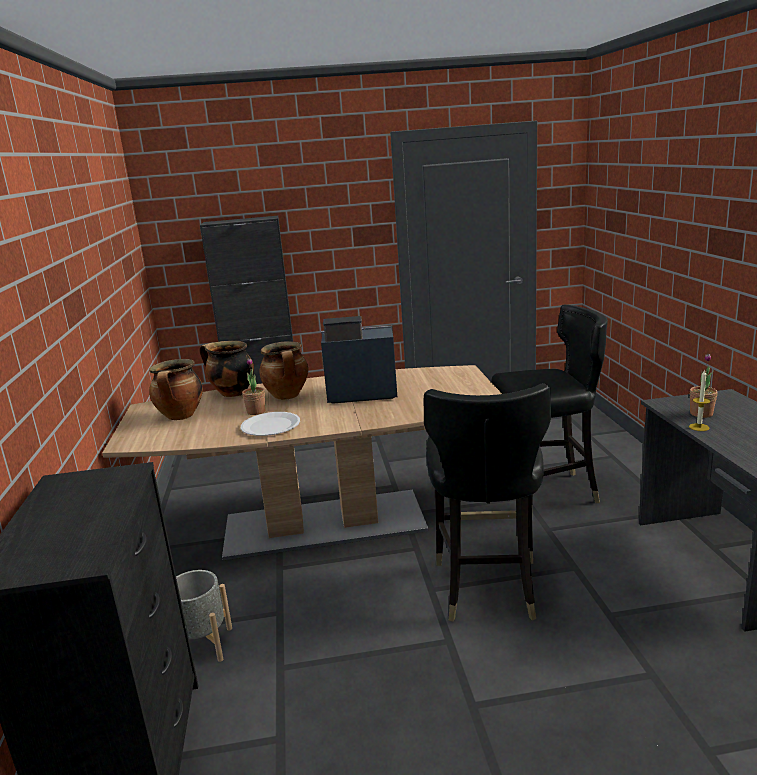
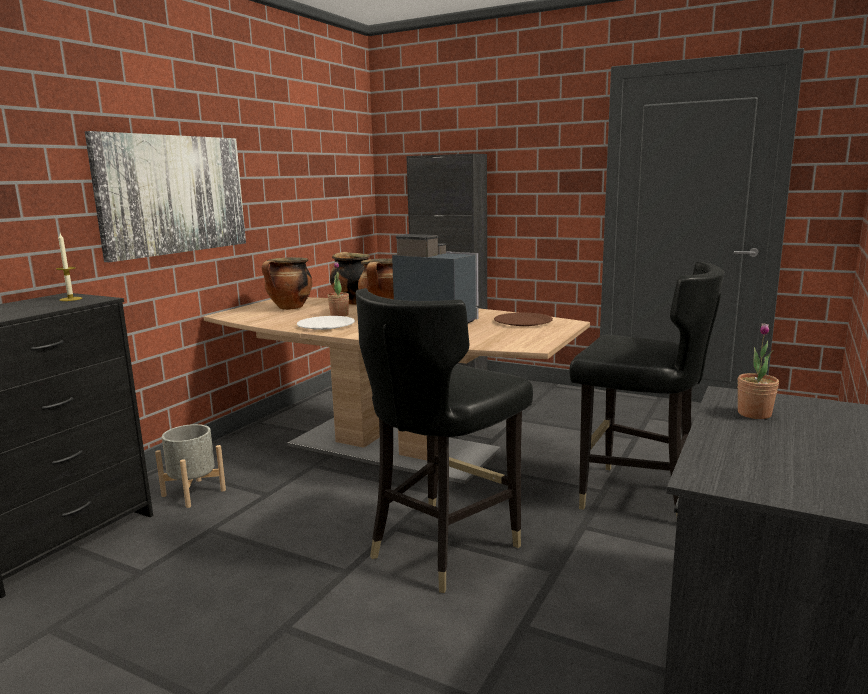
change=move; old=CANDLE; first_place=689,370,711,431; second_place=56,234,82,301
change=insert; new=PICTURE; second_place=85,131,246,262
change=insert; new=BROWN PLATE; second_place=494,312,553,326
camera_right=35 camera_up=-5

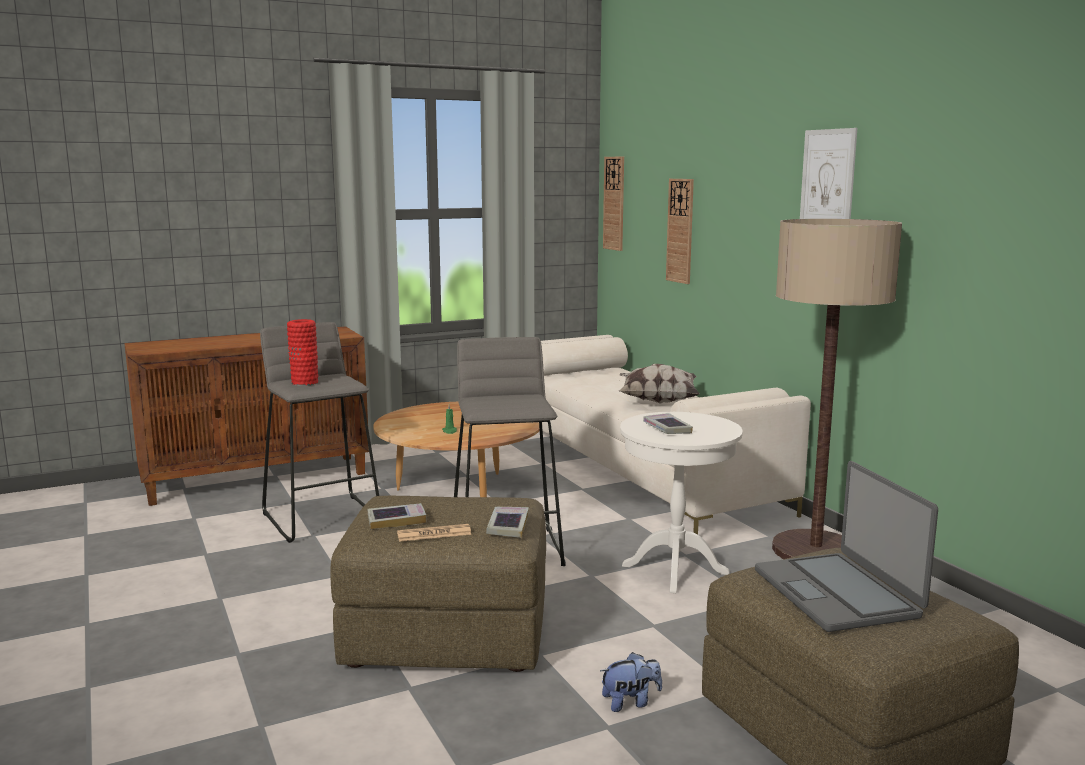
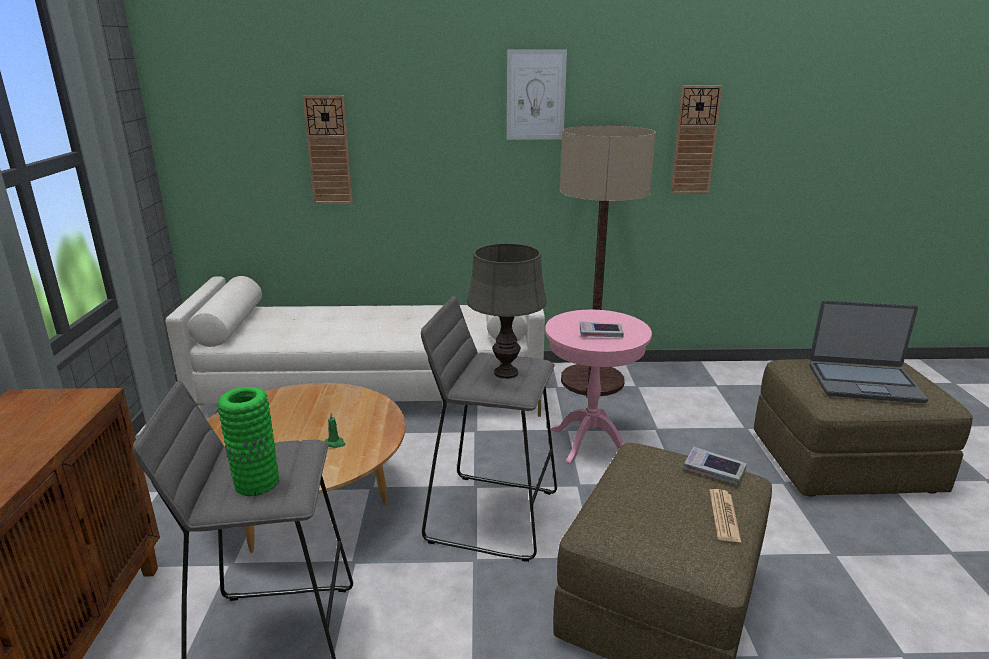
change=recolor; old=RED VASE; new=GREEN VASE; first_place=287,319,318,386; second_place=217,387,279,496
change=delete; old=BOOK; first_place=368,503,426,529
change=delete; old=PLUSH TOY; first_place=600,652,662,712
change=move; old=WALL CLOCK; first_place=603,156,624,251; second_place=671,85,723,194
change=delete; old=PILLOW; first_place=619,364,700,404
change=recolor; old=WHITE SIDE TABLE; new=PINK SIDE TABLE; first_place=620,412,743,593; second_place=545,310,652,464
change=insert; new=GREY TABLE LAMP; second_place=467,243,547,379
camera_right=-65 camera_up=10

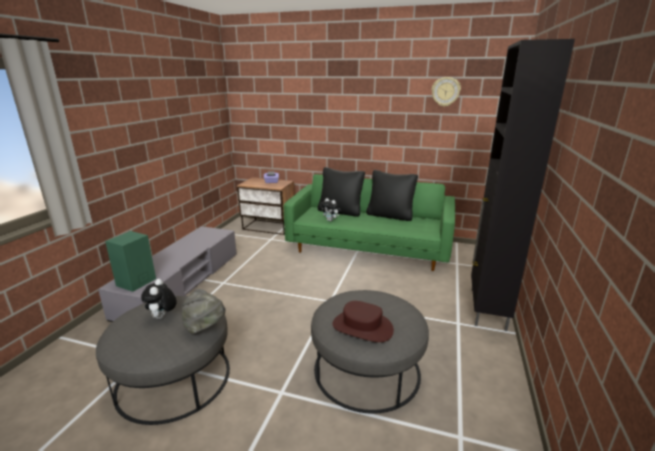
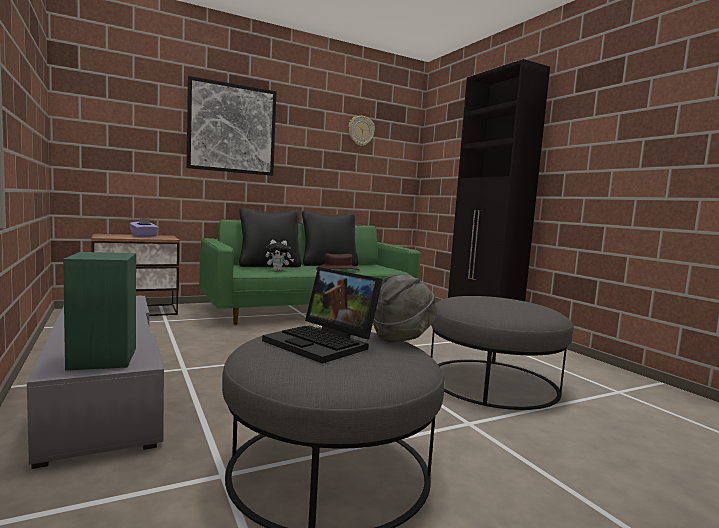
change=replace; old=PLUSH TOY; new=LAPTOP; first_place=141,279,177,319; second_place=262,267,383,364
change=move; old=BROWN HAT; first_place=332,301,394,342; second_place=316,253,360,270
change=insert; new=PICTURE; second_place=187,76,276,176
camera_right=-45 camera_up=-15

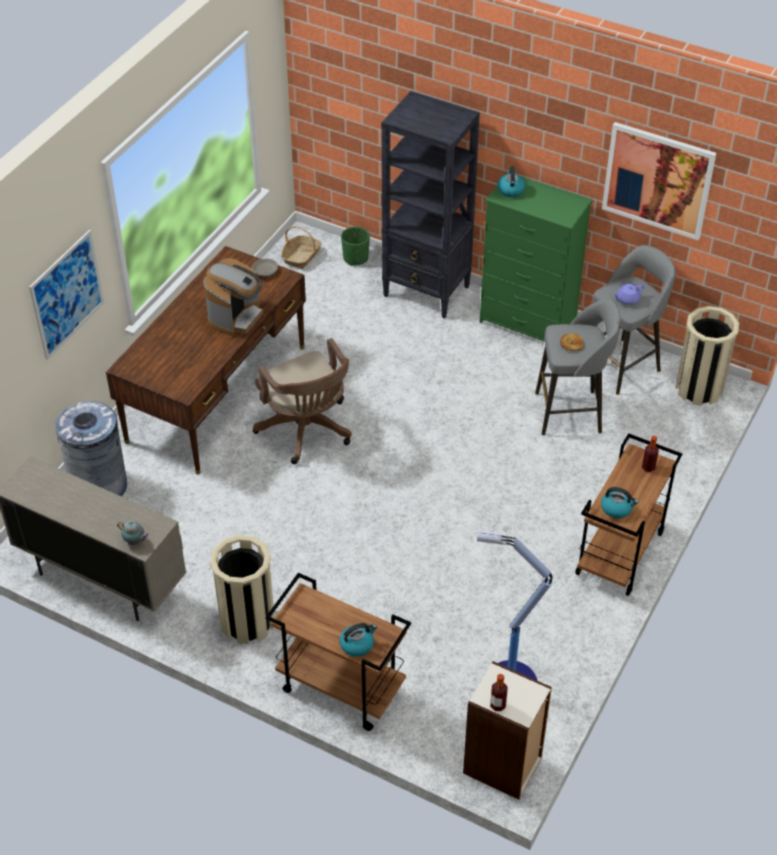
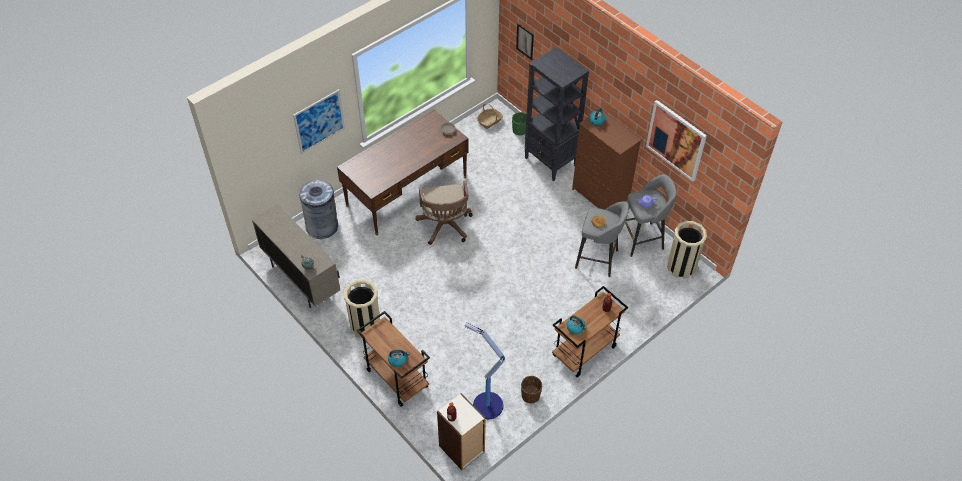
change=delete; old=COFFEE MACHINE; first_place=203,258,264,336
change=recolor; old=GREEN DRESSER; new=BROWN DRESSER; first_place=479,172,593,342; second_place=572,109,642,210
change=insert; new=PICTURE; second_place=516,23,534,60
change=insert; new=BROWN PLANTER; second_place=521,376,542,403
camera_right=20 camera_up=5

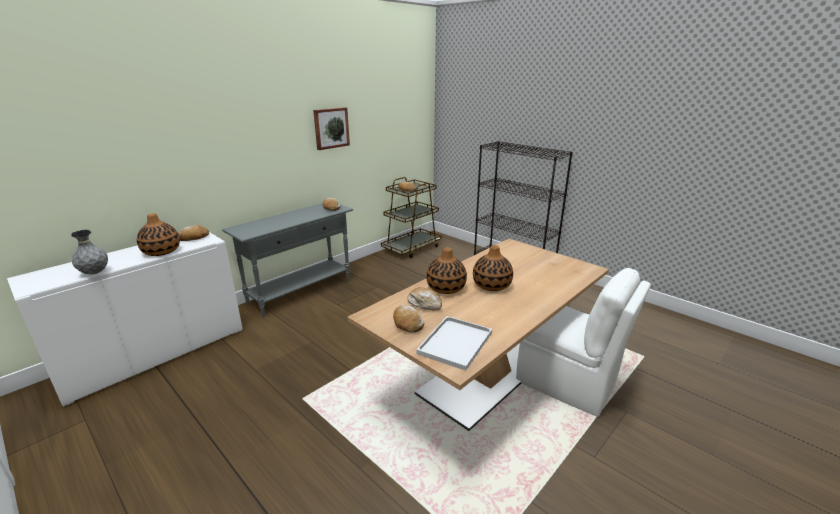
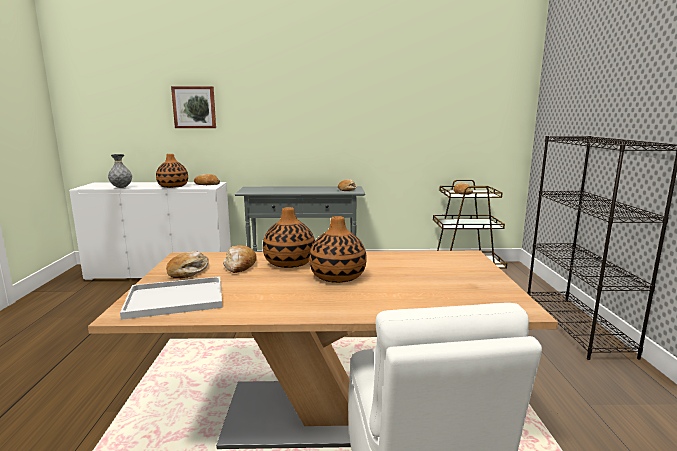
change=move; old=PICTURE; first_place=313,107,350,150; second_place=171,86,216,128
camera_right=45 camera_up=-10

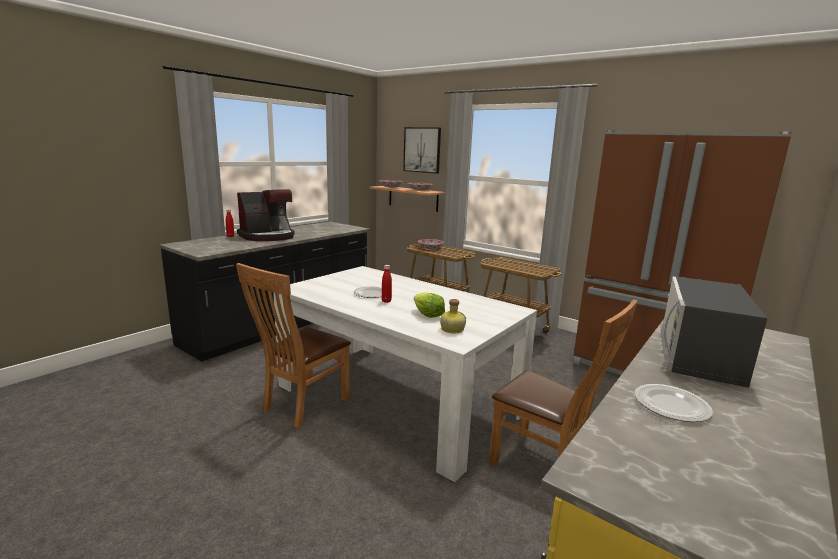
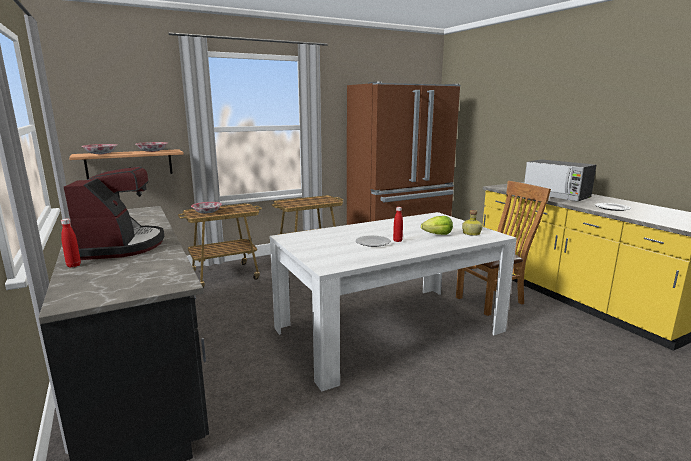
change=delete; old=BROWN CHAIR; first_place=236,263,351,428
change=delete; old=PICTURE; first_place=403,127,441,174
camera_right=-65 camera_up=0

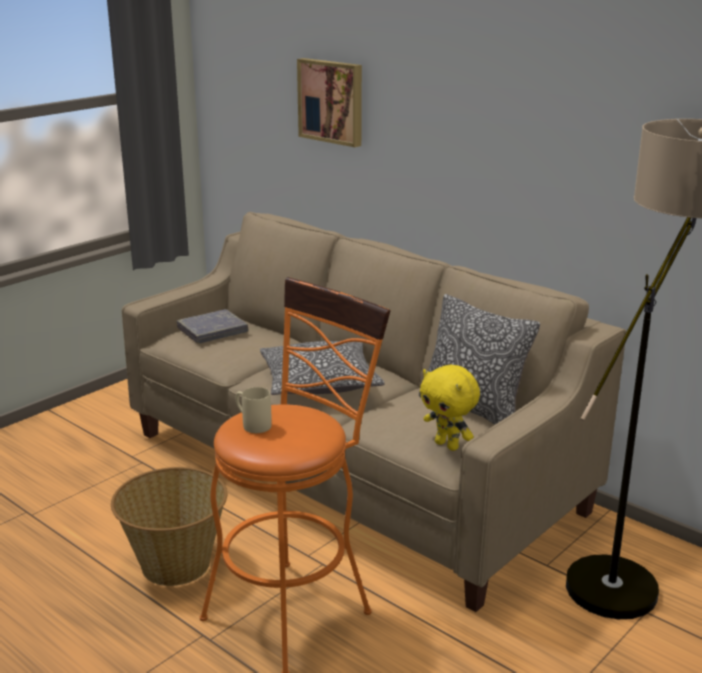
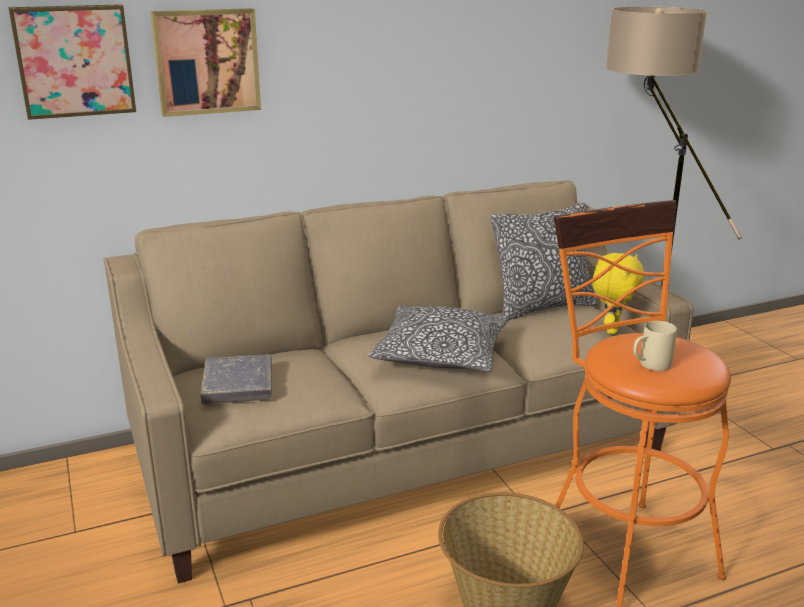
change=rotate; old=YELLOW PLUSH TOY; first_place=420,365,480,451; second_place=592,253,644,334; degrees=-45
change=insert; new=PICTURE; second_place=9,4,136,120
camera_right=-65 camera_up=0

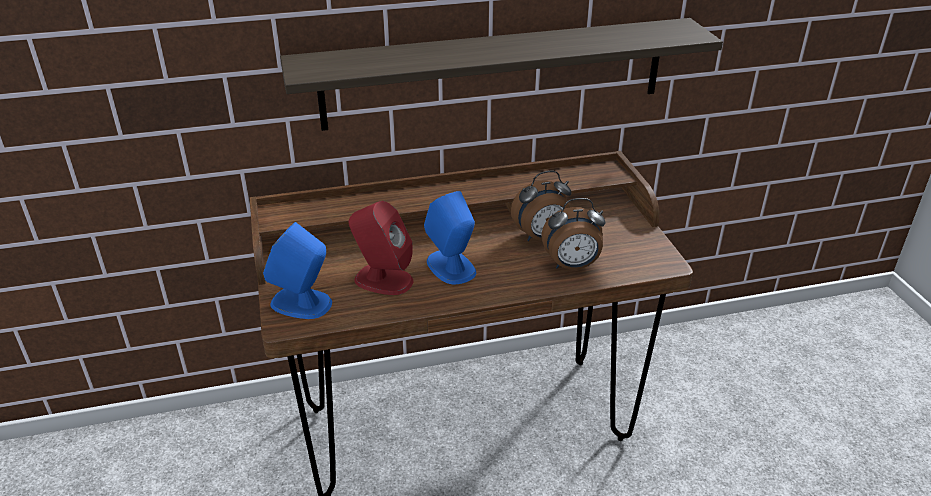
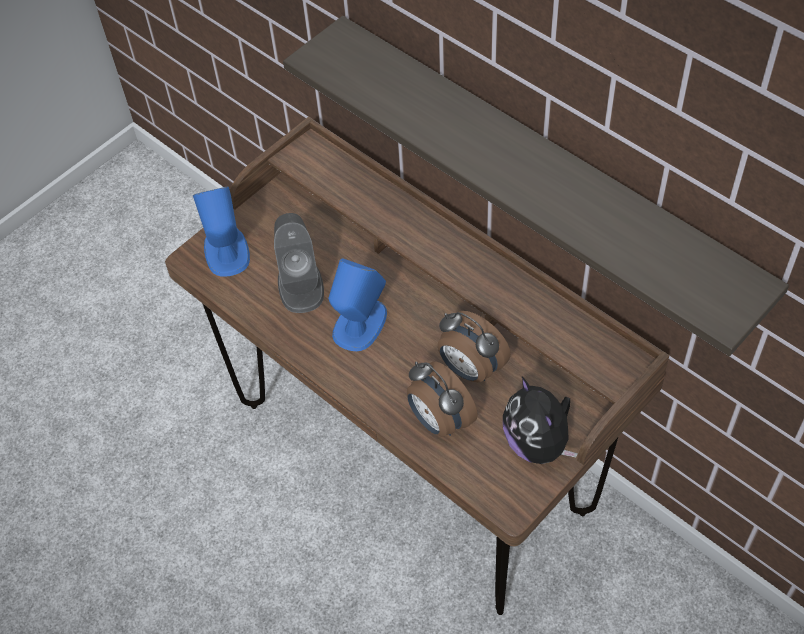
change=recolor; old=RED SPEAKER; new=GREY SPEAKER; first_place=348,201,413,295; second_place=274,213,324,313
change=insert; new=PLUSH TOY; second_place=503,377,578,464
camera_right=60 camera_up=20

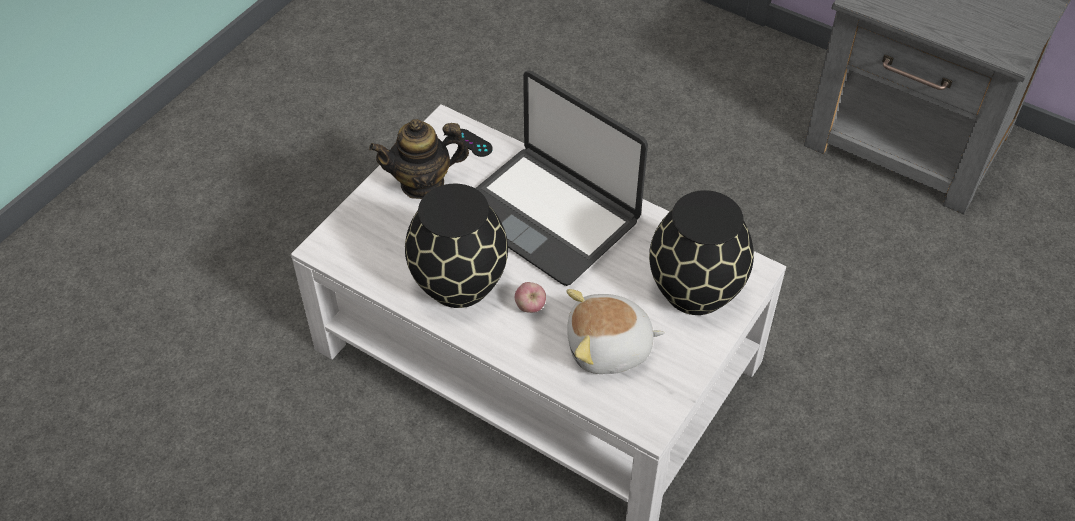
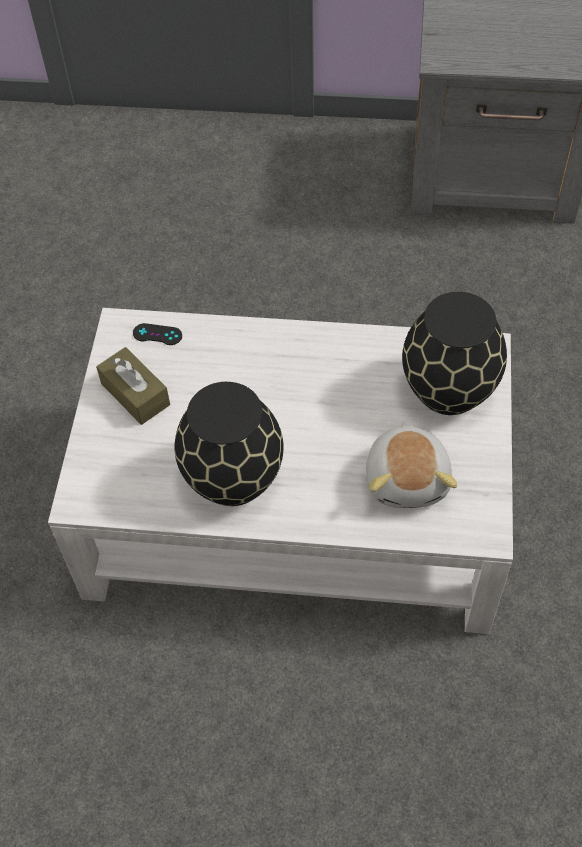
change=replace; old=TEAPOT; new=BROWN TISSUE BOX; first_place=369,119,469,199; second_place=96,347,170,425
change=delete; old=LAPTOP; first_place=475,70,648,286
change=delete; old=APPLE; first_place=515,282,546,313
change=rotate; old=PLUSH TOY; first_place=567,289,665,374; second_place=366,423,457,508; degrees=-60
camera_right=-25 camera_up=5

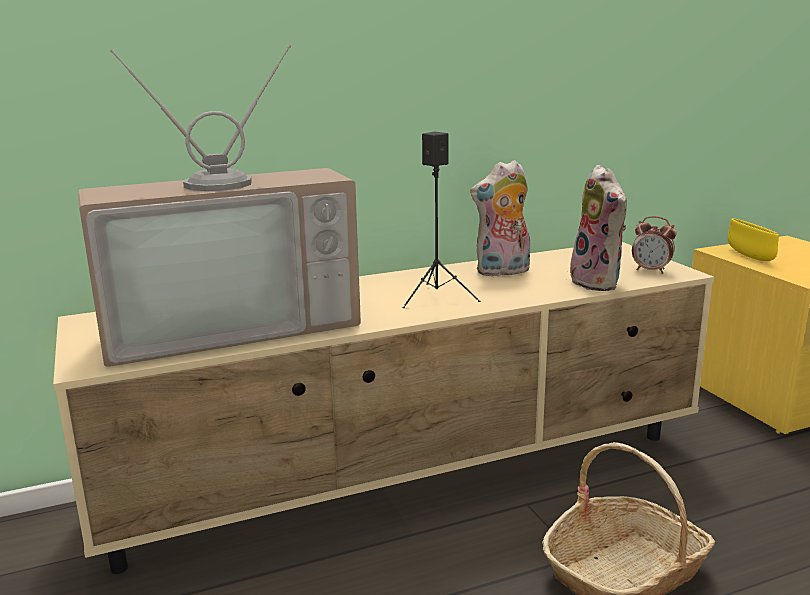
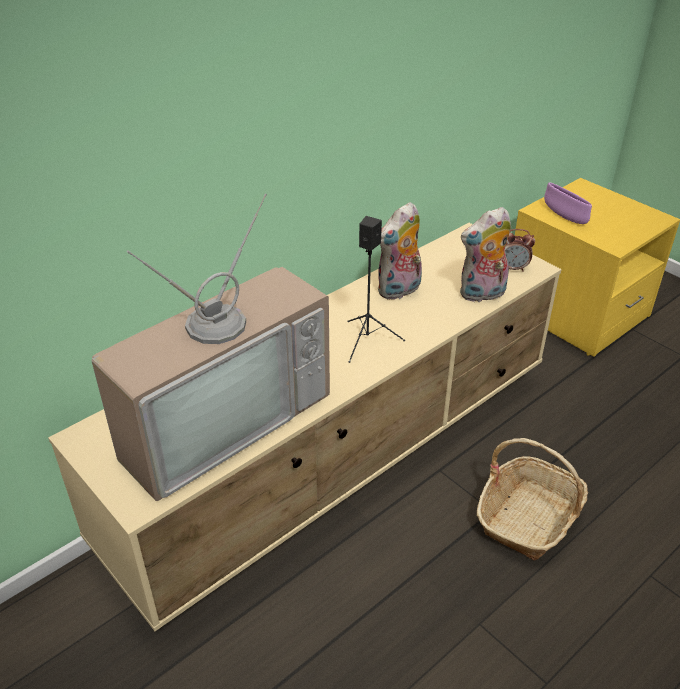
change=rotate; old=PLUSH TOY; first_place=568,165,627,291; second_place=460,207,511,303; degrees=105
change=recolor; old=YELLOW BOWL; new=PURPLE BOWL; first_place=728,218,779,261; second_place=544,182,592,224
camera_right=-20 camera_up=20

